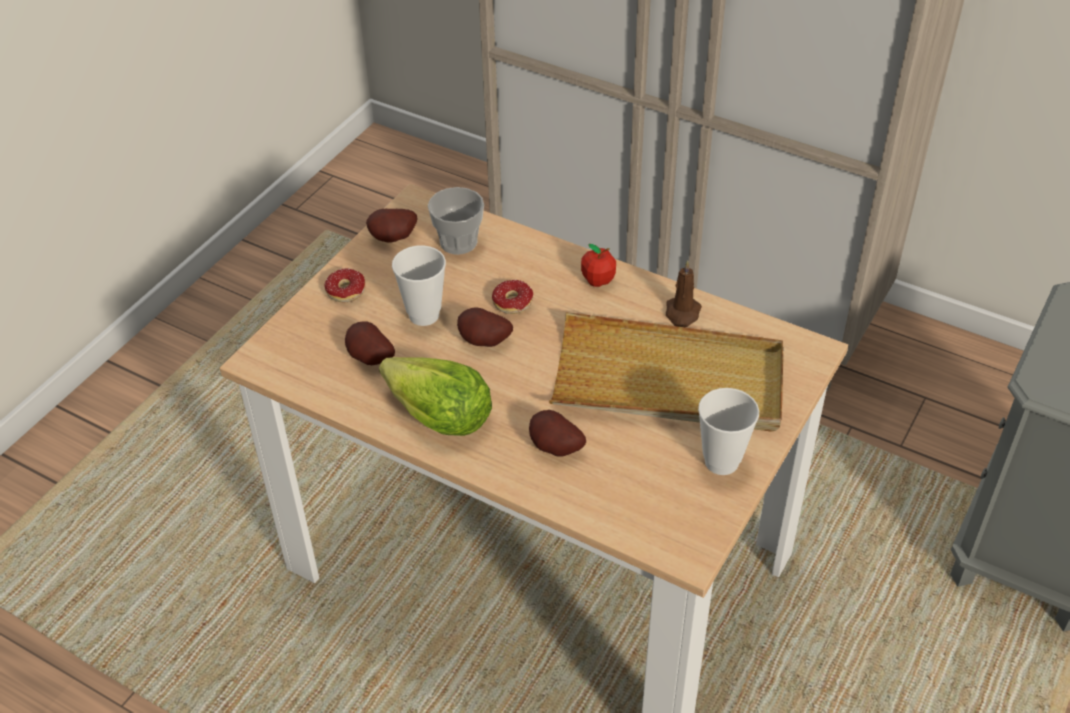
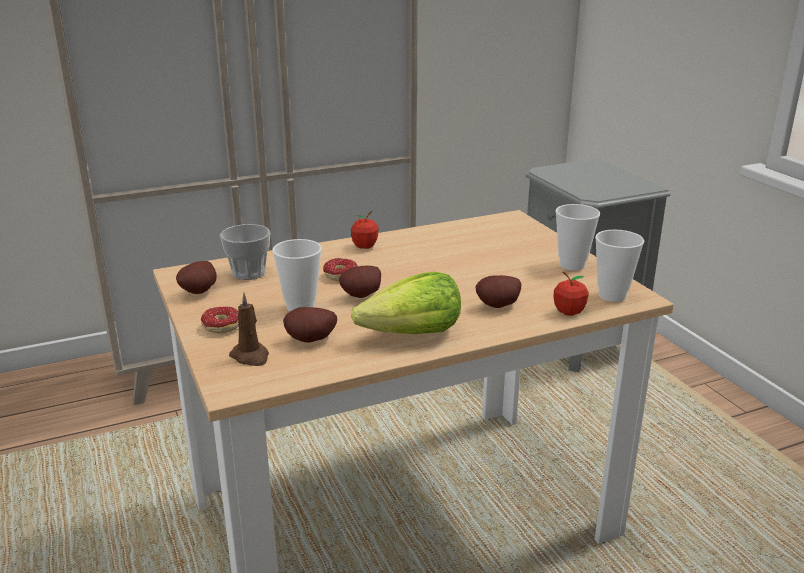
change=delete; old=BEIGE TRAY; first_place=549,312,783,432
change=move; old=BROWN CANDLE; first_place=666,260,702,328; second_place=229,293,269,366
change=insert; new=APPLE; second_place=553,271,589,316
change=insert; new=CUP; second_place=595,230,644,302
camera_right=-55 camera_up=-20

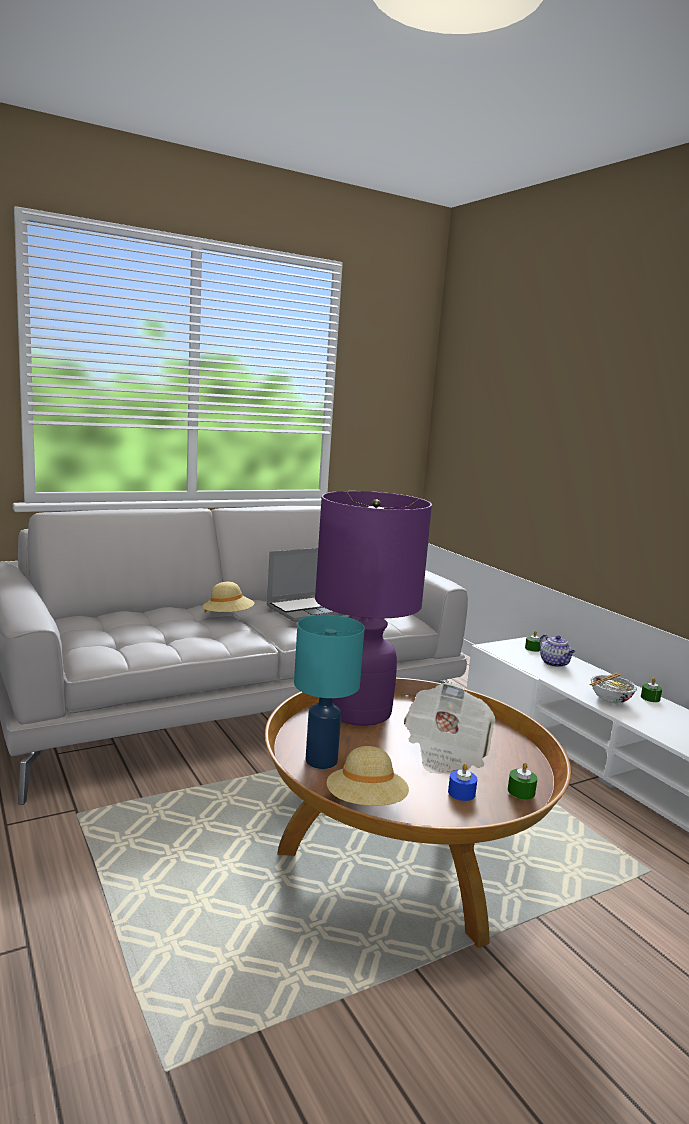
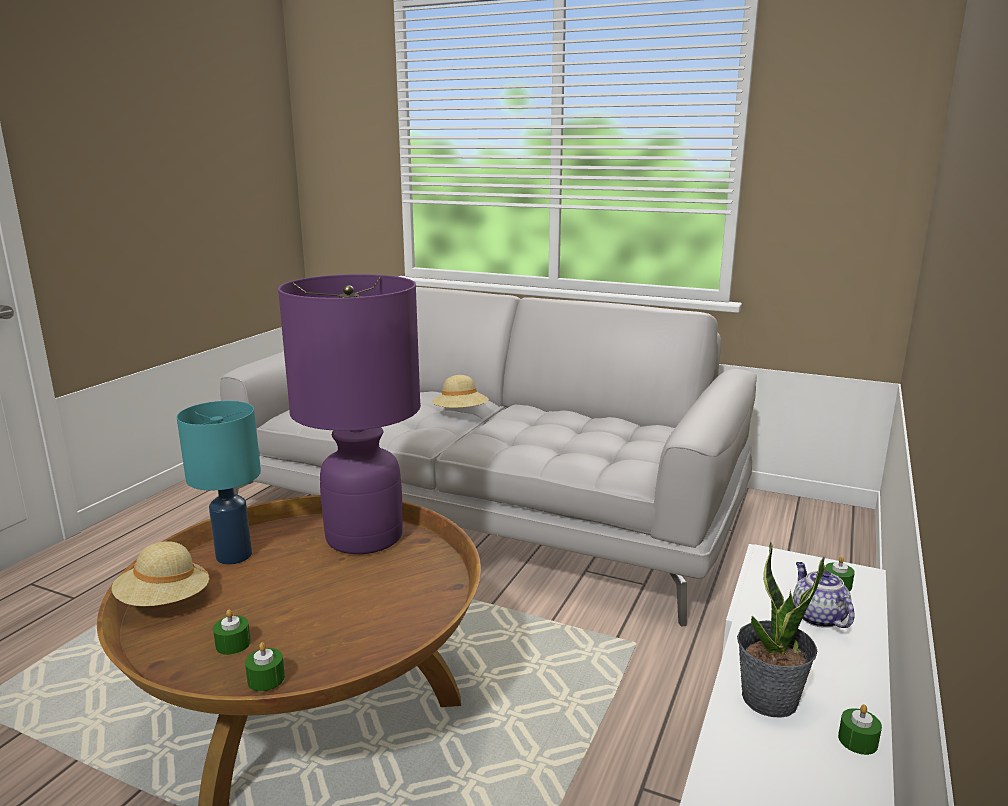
change=delete; old=LAPTOP; first_place=266,548,345,622
change=delete; old=NEWSPAPER; first_place=404,683,496,774
change=recolor; old=BLUE CANDLE; new=GREEN CANDLE; first_place=448,763,477,801; second_place=213,609,251,655
change=rotate; old=TEAPOT; first_place=539,634,575,667; second_place=793,562,855,628; degrees=135
change=replace; old=BOWL; new=POTTED PLANT; first_place=590,673,637,704; second_place=737,541,826,718
camera_right=55 camera_up=5

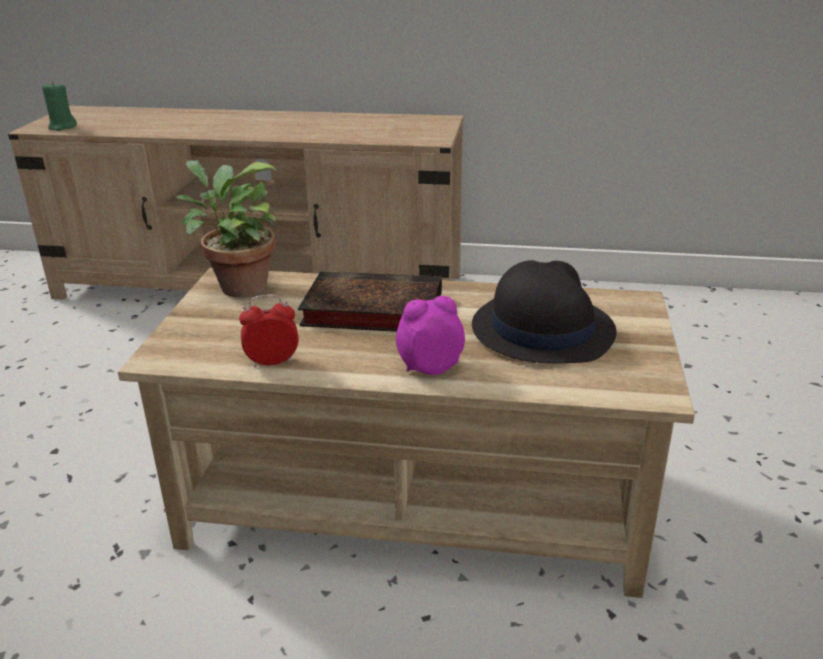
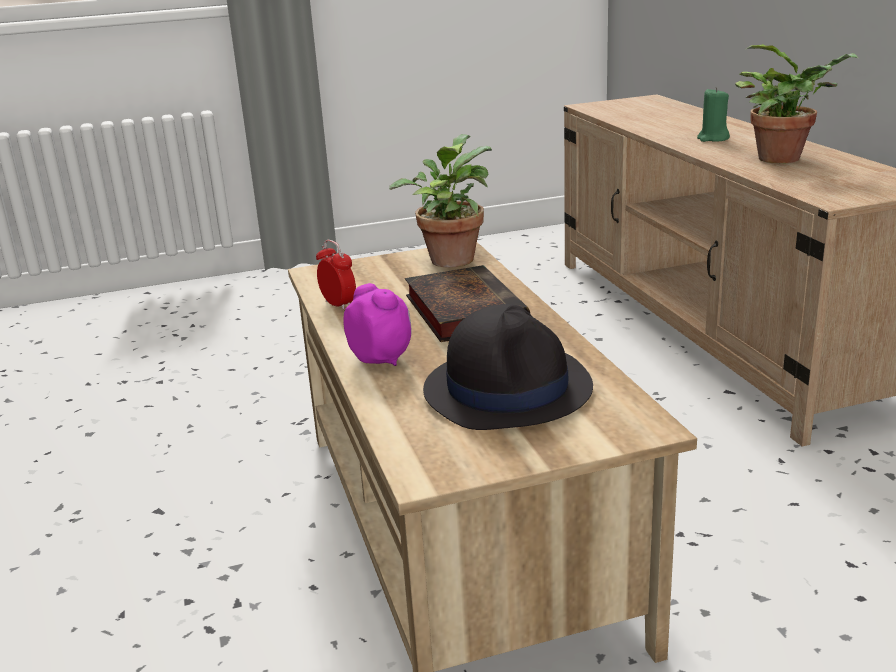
change=move; old=GREEN CANDLE; first_place=42,81,77,131; second_place=697,87,730,142
change=insert; new=POTTED PLANT; second_place=735,44,858,163
camera_right=65 camera_up=-5

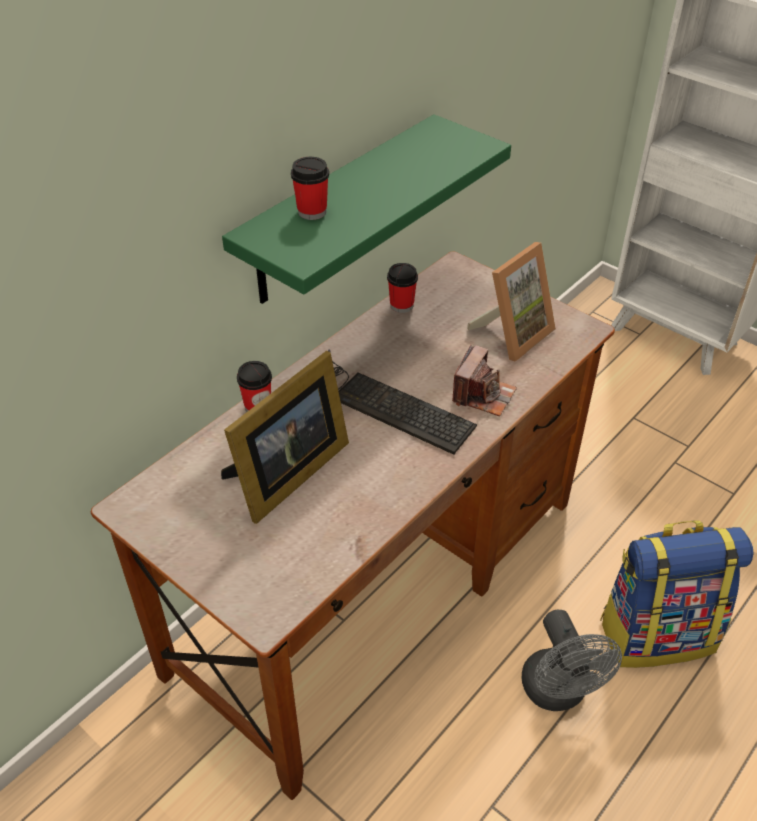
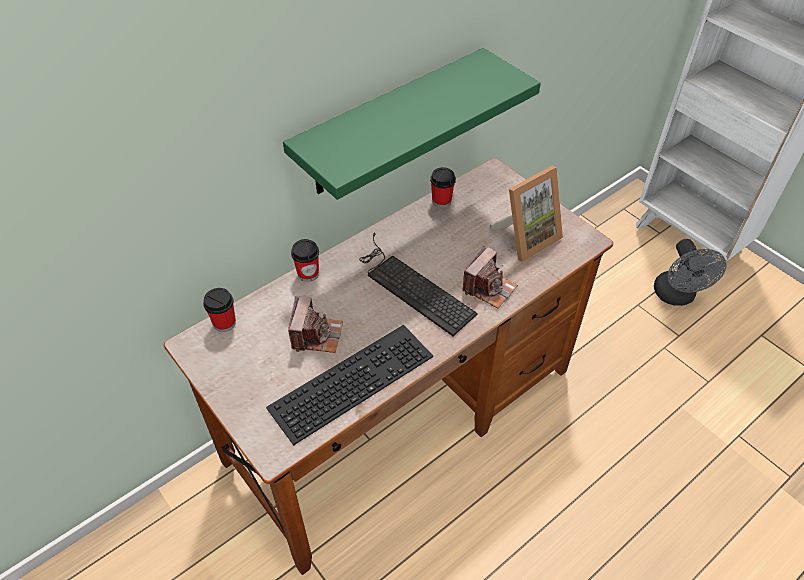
change=replace; old=PICTURE FRAME; new=PHOTO CAMERA; first_place=221,351,349,524; second_place=288,296,343,353
change=move; old=CUP; first_place=291,157,329,220; second_place=203,288,236,332
change=move; old=GREY FAN; first_place=522,610,622,711; second_place=654,239,727,306
change=delete; old=BACKPACK; first_place=600,520,754,668
change=insert; new=KEYBOARD; second_place=266,325,433,445
camera_right=10 camera_up=5

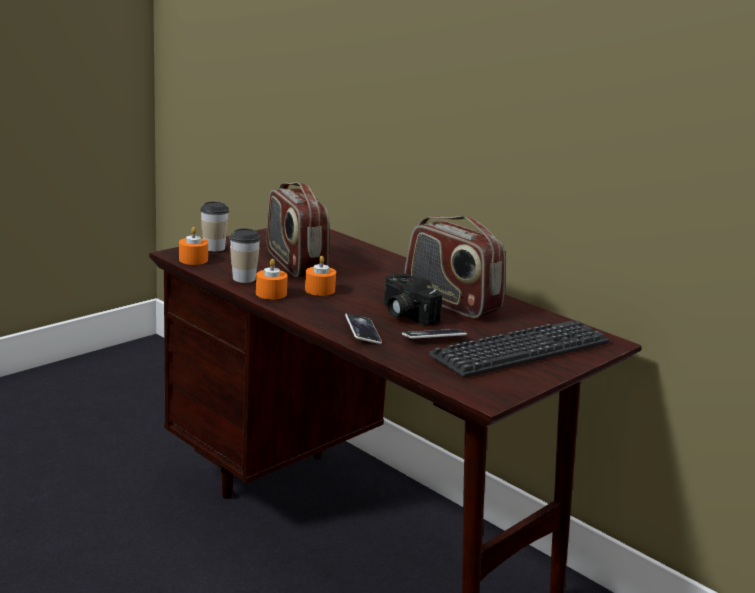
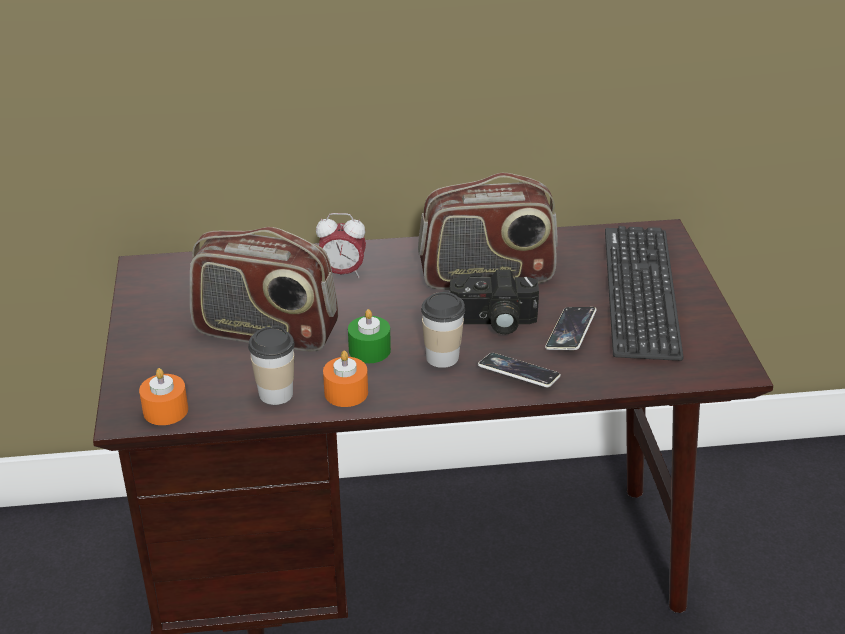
change=move; old=CUP; first_place=200,202,229,252; second_place=421,292,465,368
change=recolor; old=ORANGE CANDLE; new=GREEN CANDLE; first_place=305,256,336,296; second_place=348,309,391,363
change=insert; new=ALARM CLOCK; second_place=316,213,366,278
camera_right=-50 camera_up=15

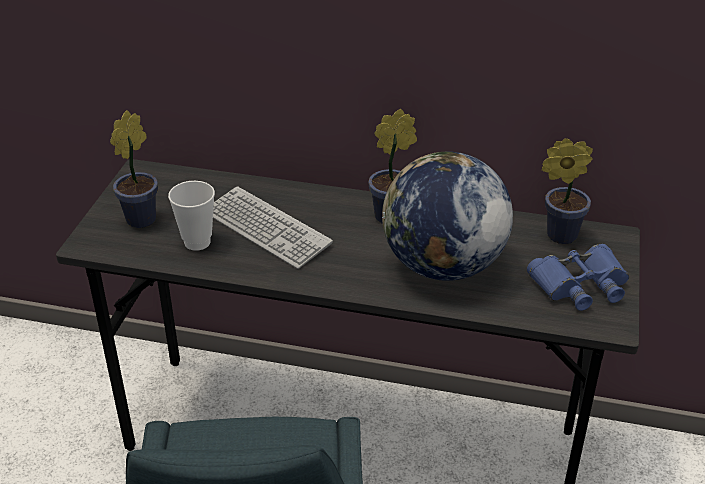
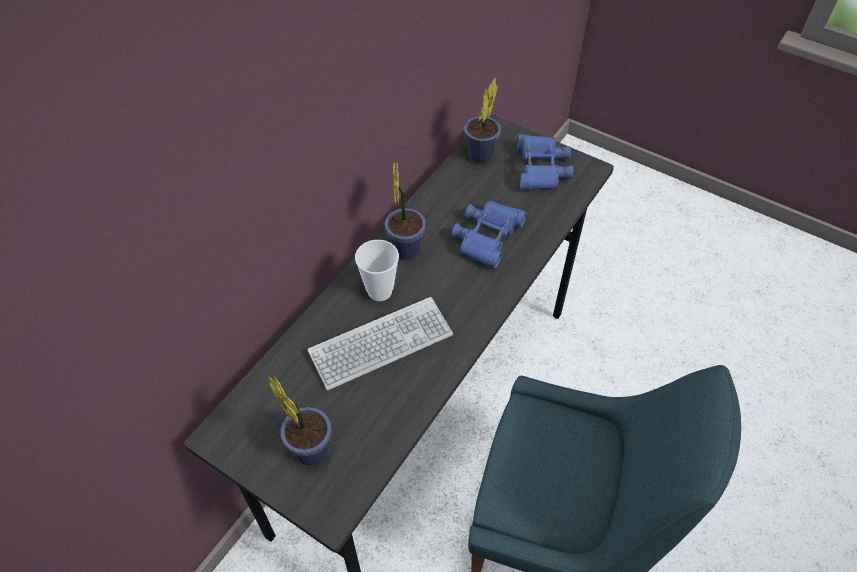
change=move; old=CUP; first_place=168,181,215,251; second_place=355,240,399,301
change=replace; old=GLOBE; new=BLUE BINOCULARS; first_place=382,152,513,280; second_place=451,201,527,269
camera_right=-70 camera_up=15

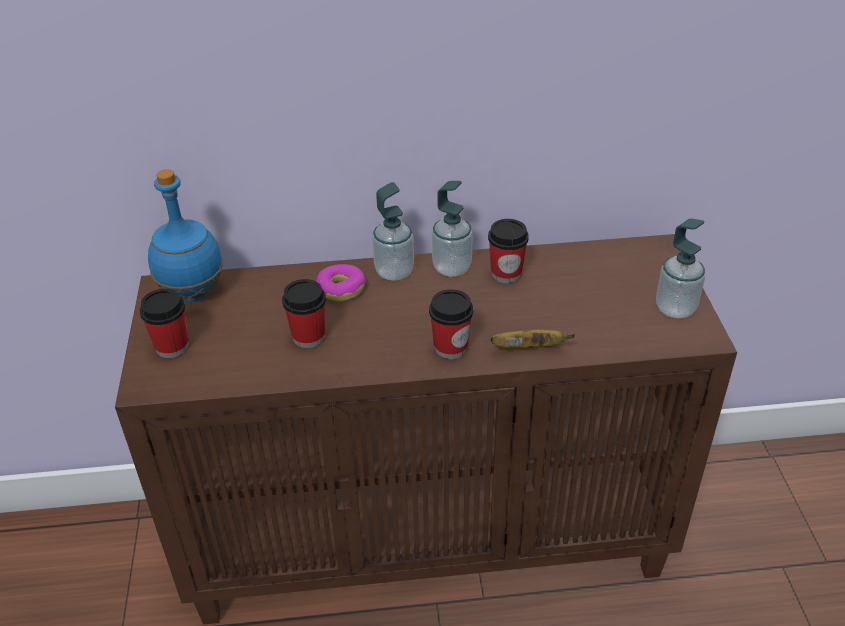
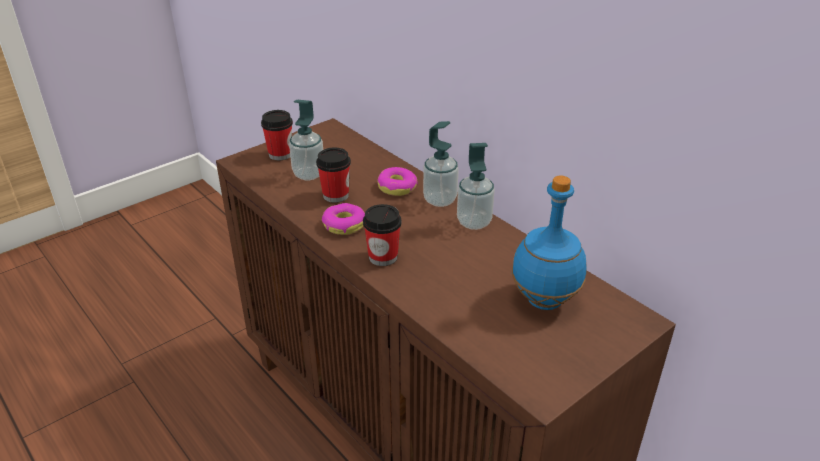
change=move; old=BLUE BOTTLE; first_place=148,169,223,302; second_place=512,175,587,310
change=delete; old=CUP; first_place=488,219,529,283
change=delete; old=BANANA; first_place=491,330,575,349
change=move; old=SOAP DISPENSER; first_place=656,218,705,318; second_place=289,100,323,180
change=insert; new=DONUT; second_place=322,203,365,235
camera_right=55 camera_up=-5

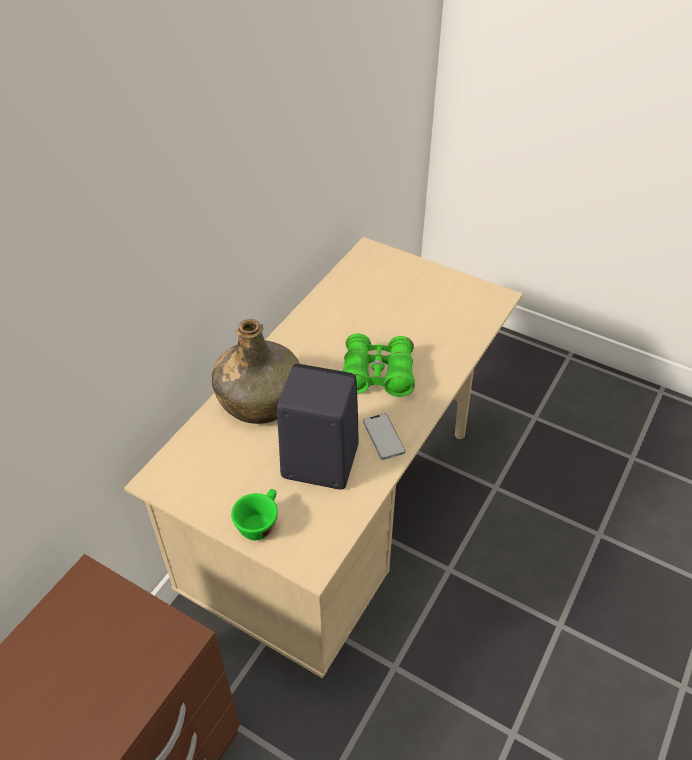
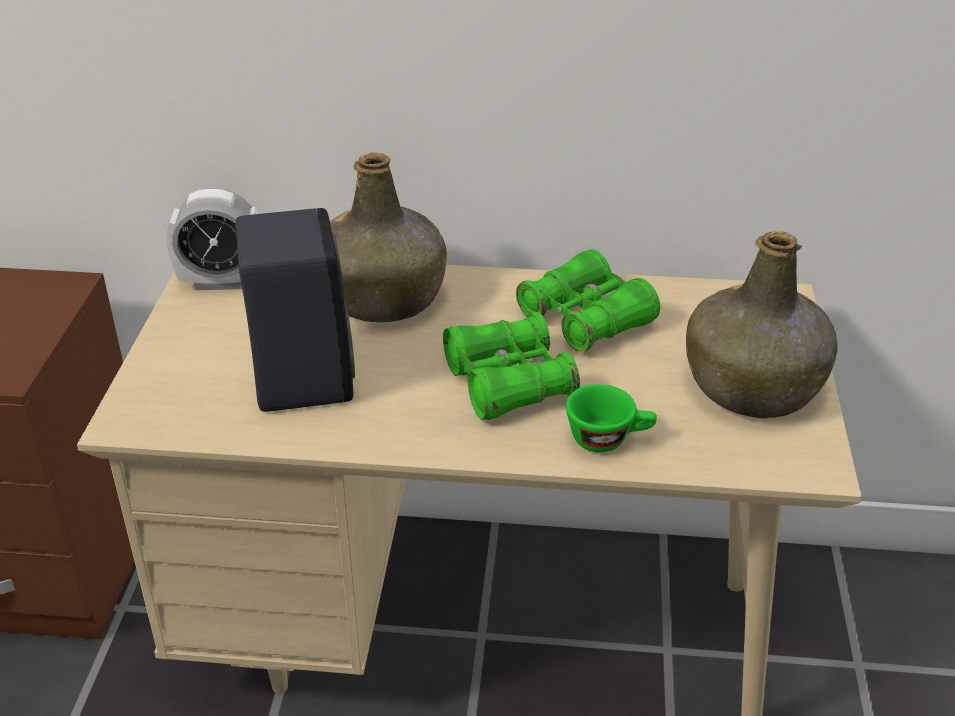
change=move; old=GREEN CUP; first_place=231,489,278,540; second_place=566,384,657,452
change=delete; old=PHONE; first_place=363,413,405,460
change=insert; new=ALARM CLOCK; second_place=166,188,260,290
change=insert; new=GREEN BINOCULARS; second_place=516,249,660,352
change=insert; new=GREEN BOTTLE; second_place=686,231,837,418
camera_right=65 camera_up=-10

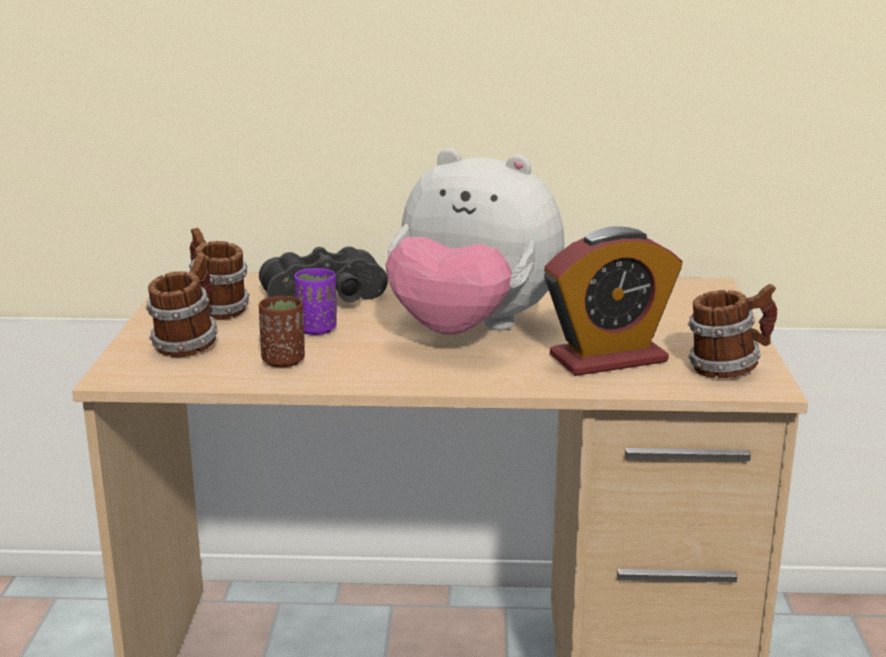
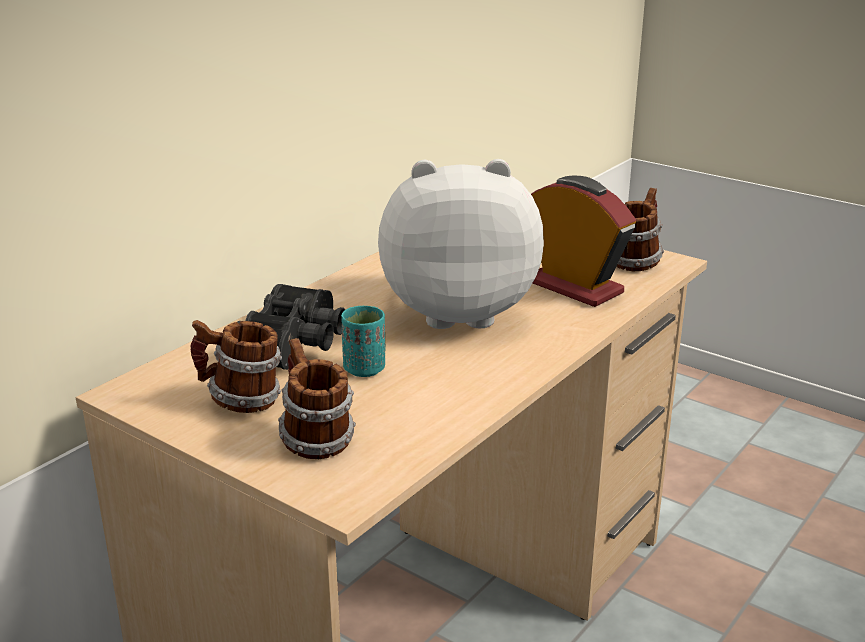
change=delete; old=BROWN CUP; first_place=259,296,305,367
change=recolor; old=PURPLE CUP; new=TURQUOISE CUP; first_place=294,268,337,335; second_place=341,306,385,377
change=rotate; old=PLUSH TOY; first_place=385,148,565,335; second_place=378,159,544,329; degrees=-150
change=rotate; old=ALARM CLOCK; first_place=544,226,683,376; second_place=531,175,636,307; degrees=-60
camera_right=-55 camera_up=5

